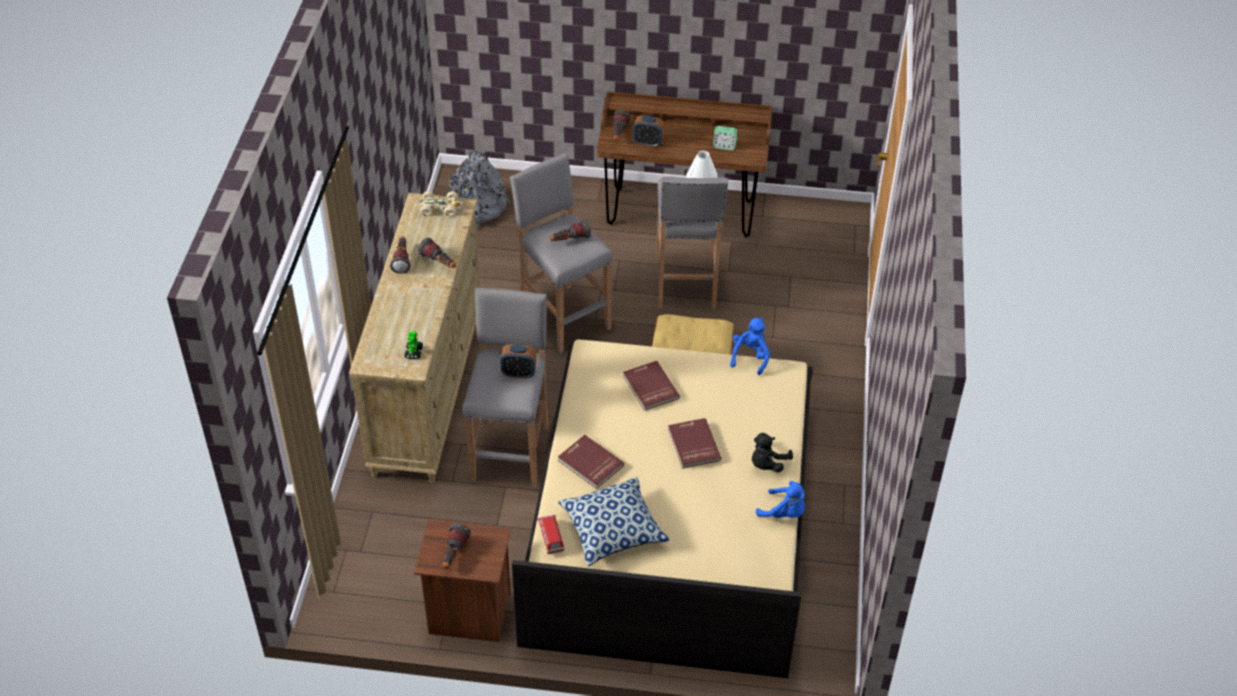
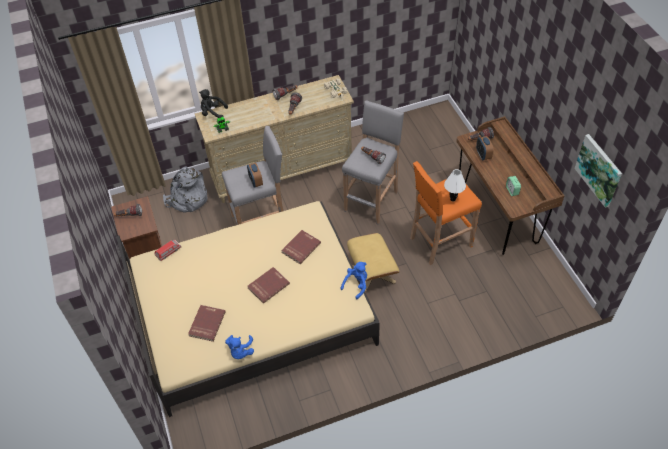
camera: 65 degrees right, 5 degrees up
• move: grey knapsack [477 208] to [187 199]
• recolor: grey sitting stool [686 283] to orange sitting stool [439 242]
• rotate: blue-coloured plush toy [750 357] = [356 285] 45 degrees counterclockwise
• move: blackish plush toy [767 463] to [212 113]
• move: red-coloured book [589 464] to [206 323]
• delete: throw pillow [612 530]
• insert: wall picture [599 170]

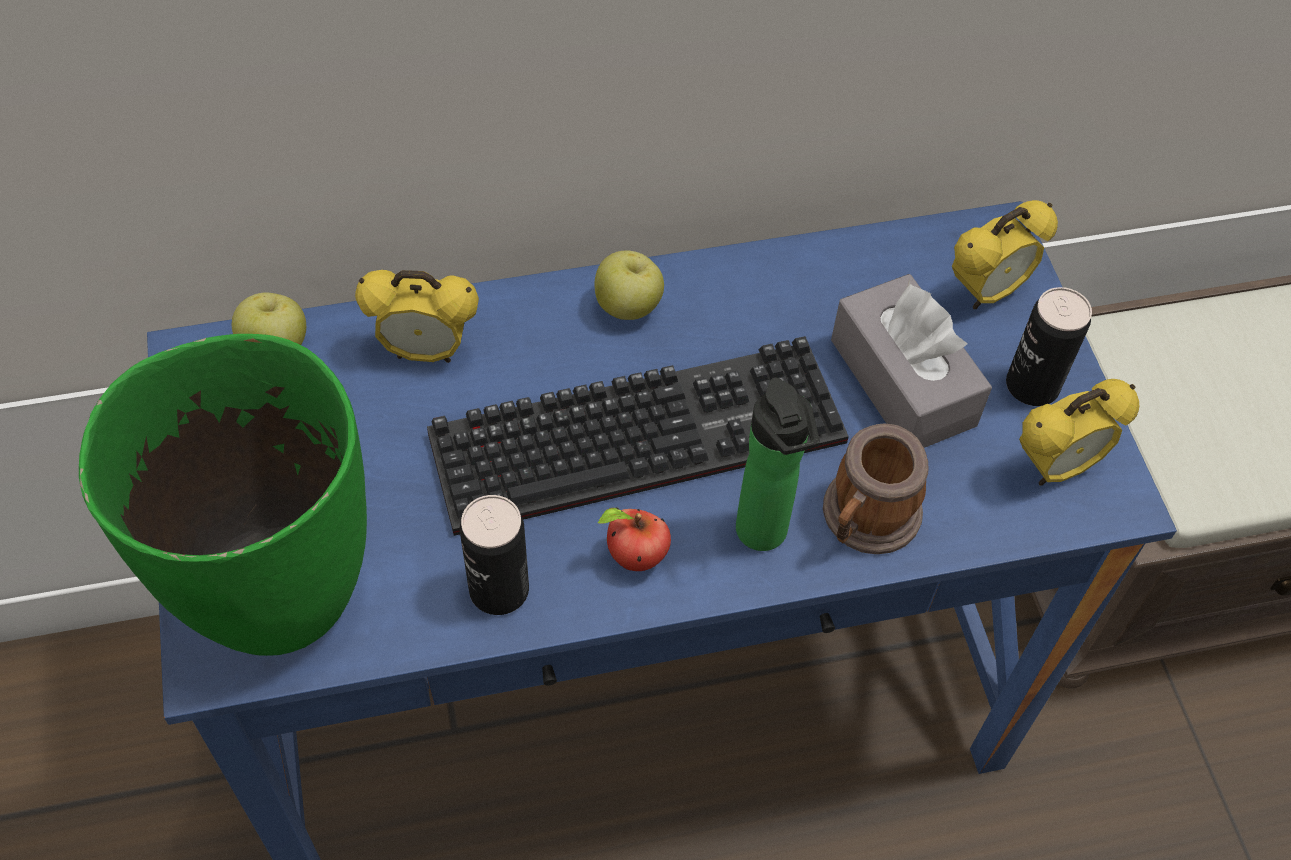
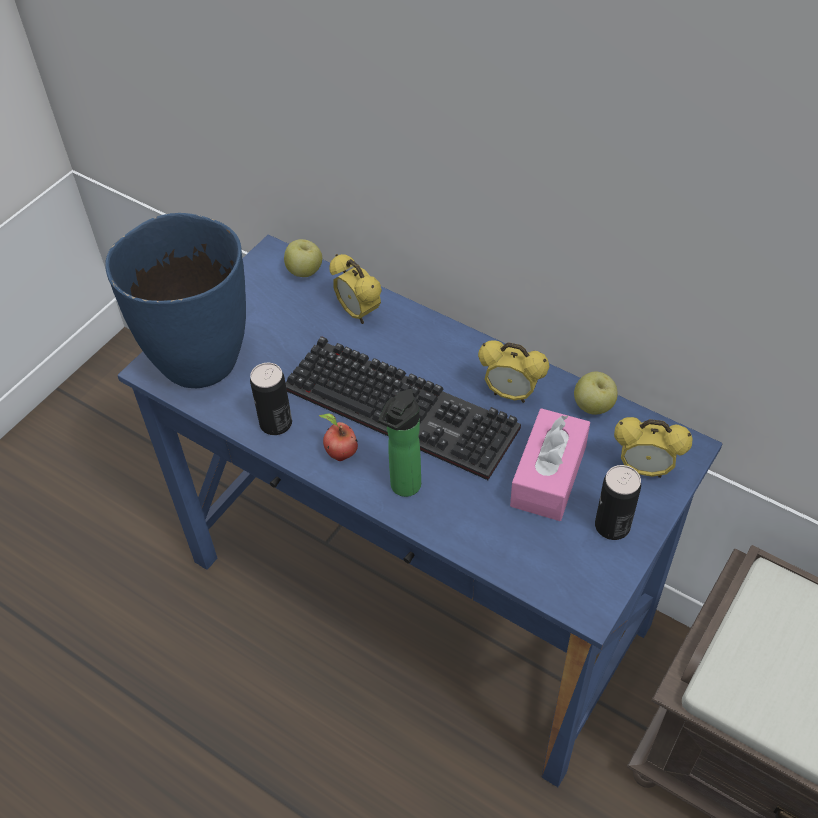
camera: 50 degrees right, 5 degrees down
• move: apple [628 307] to [593 406]
• recolor: grey tissue holder [902 382] to pink-coloured tissue holder [548 476]
• recolor: greenish flower vase [273 590] to blue-coloured flower vase [200 360]
• move: bedside clock [1056 468] to [510 394]
• delete: mug [865 520]

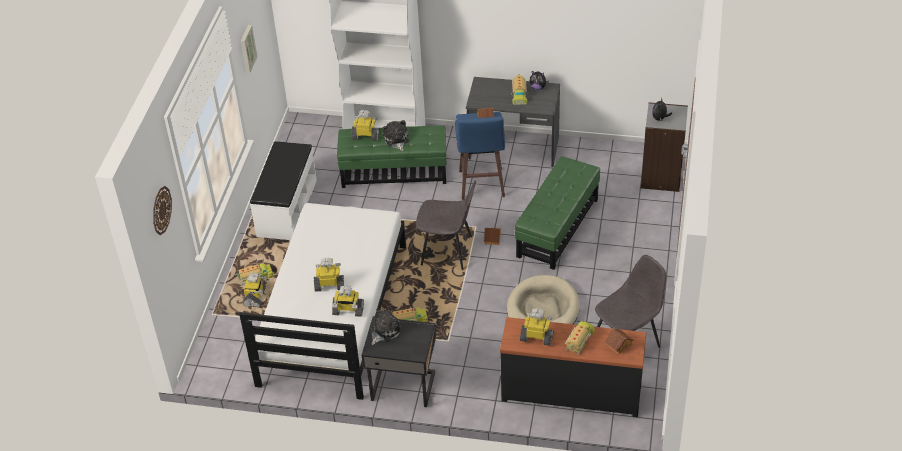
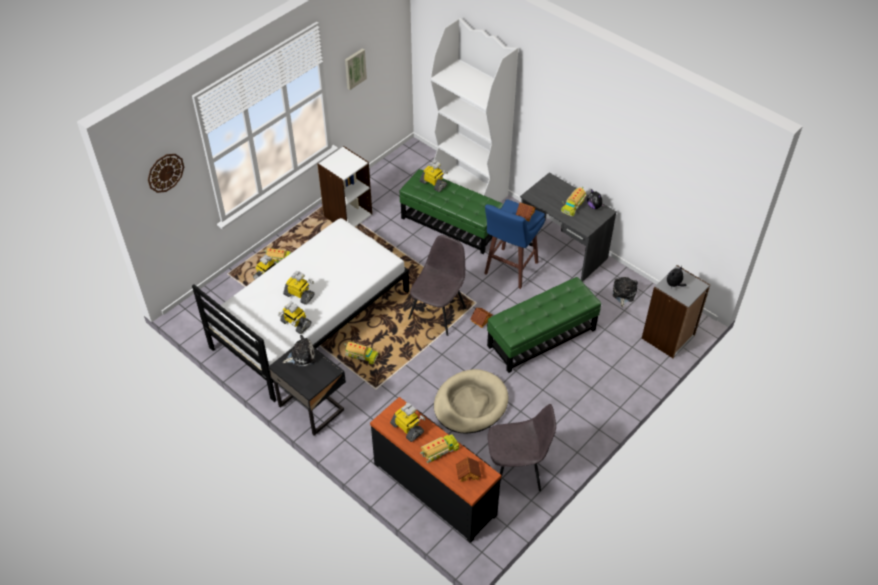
camera: 30 degrees right, 5 degrees up
• move: plush toy [396 140] to [623 294]
• replace: white-coloured indoor bench [286 208] to white-coloured bookshelf [347 215]
• rotate: grey plain chair [448 251] = [438 312] 105 degrees counterclockwise

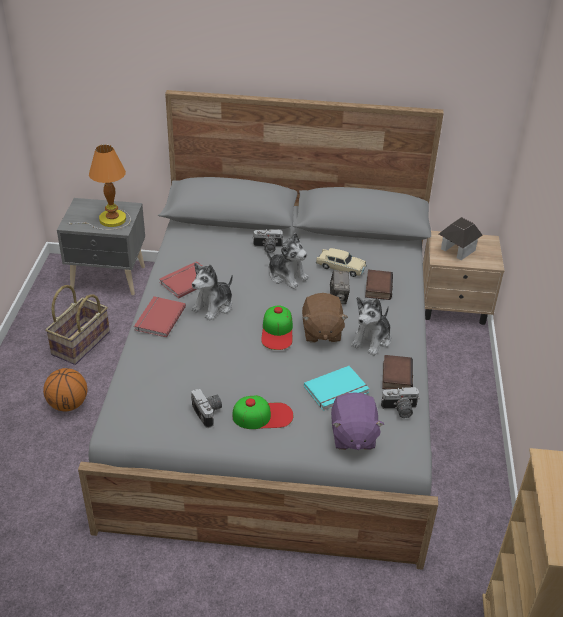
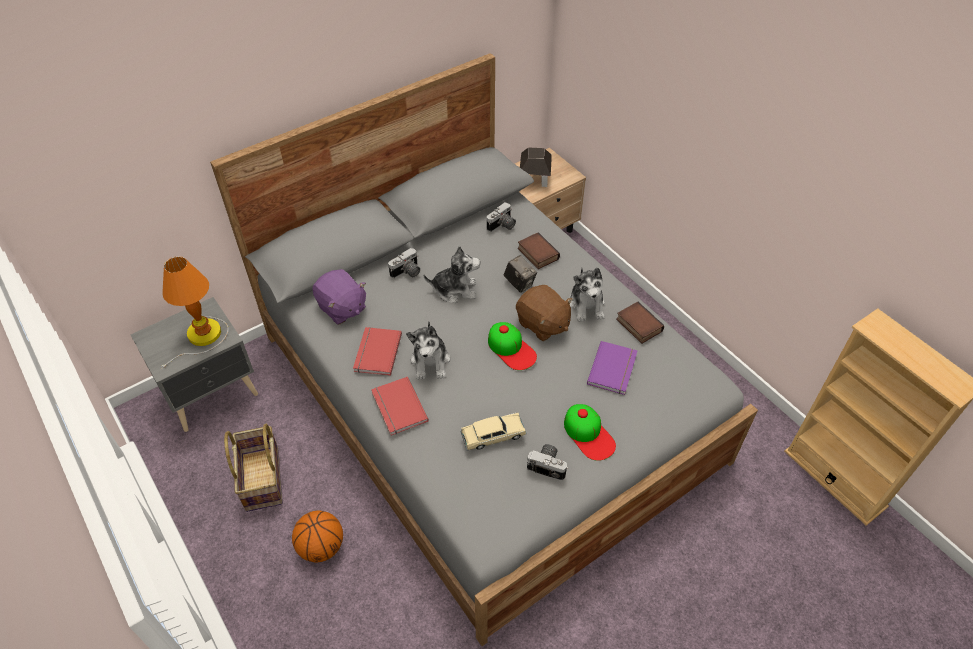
camera: 40 degrees left, 10 degrees up
• move: beige-coloured miniature car [340 268] to [493 436]
• recolor: blue-green book [337 390] to purplish book [614 369]
• move: photo camera [399 410] to [502 226]
• move: purplish plush toy [353 436] to [342 308]
• rotate: cap [263 415] = [589 434] 105 degrees clockwise

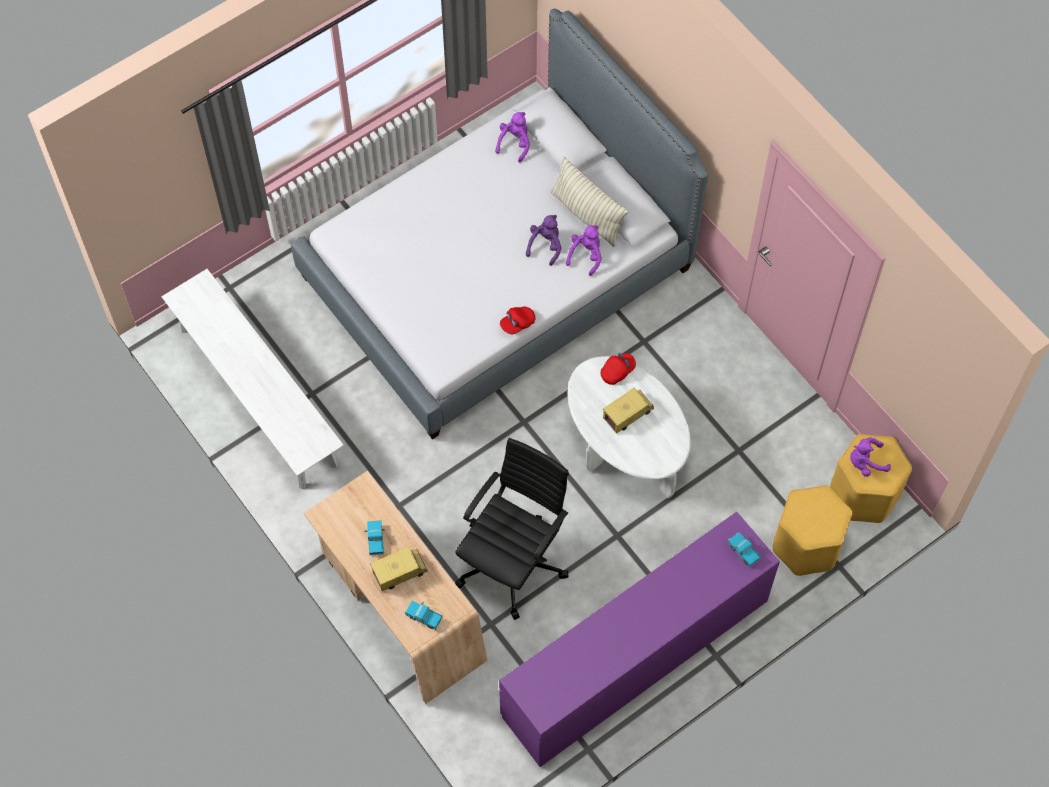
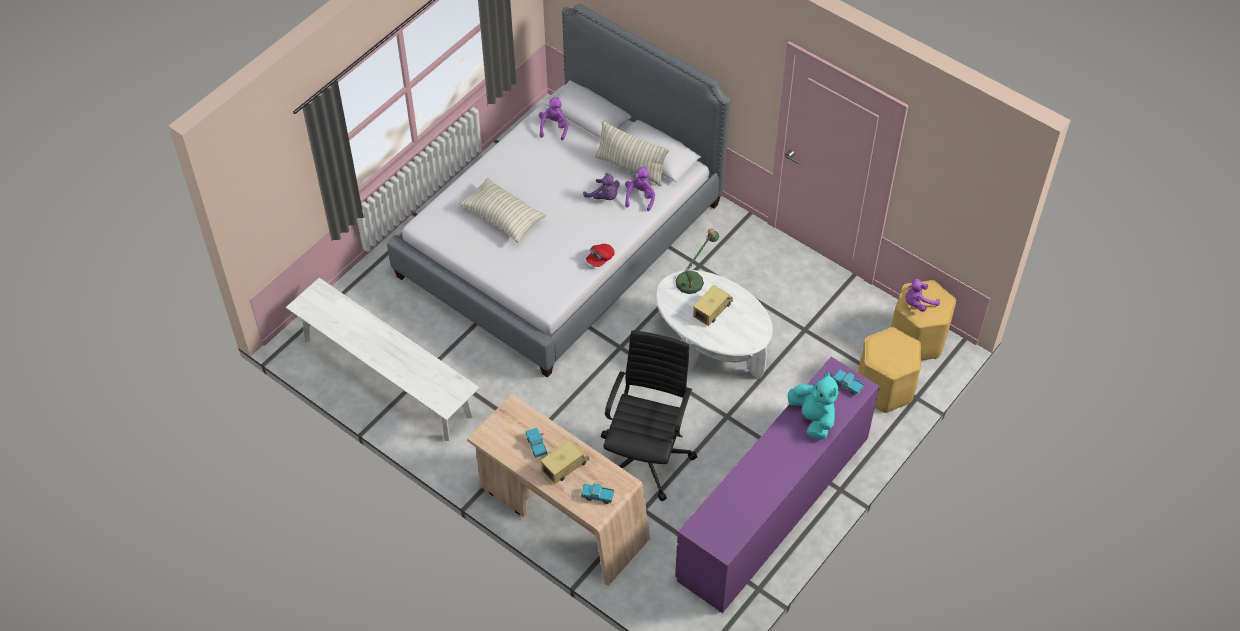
camera: 15 degrees left, 10 degrees down
• rotate: purplish plush toy [545 245] = [604 197] 120 degrees clockwise
• replace: red-coloured cap [617 371] to lamp for a table [693 280]
• insert: throw pillow [502 217]
• insert: blue-green plush toy [813 418]

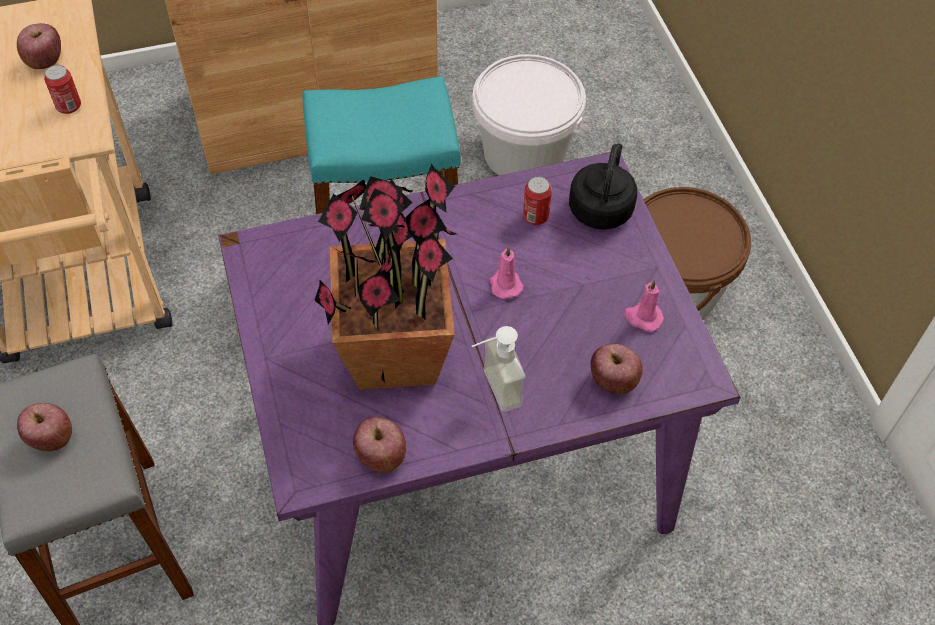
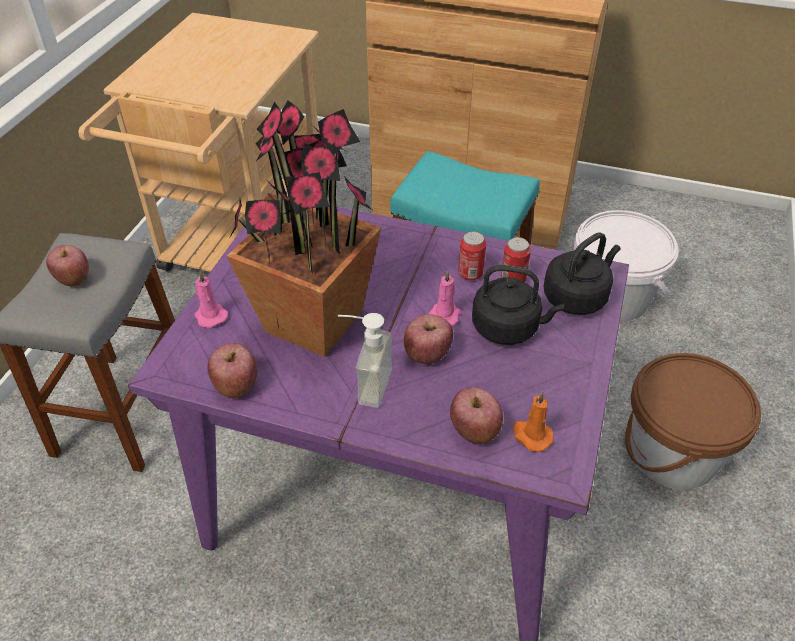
camera: 35 degrees right, 10 degrees down
• move: apple [45 61] to [427 354]
• move: metal can [69 106] to [470 273]
• move: pink-coloured candle [642 317] to [210 315]
• insert: blackish water kettle [509 328]
• insert: orange candle [531 435]

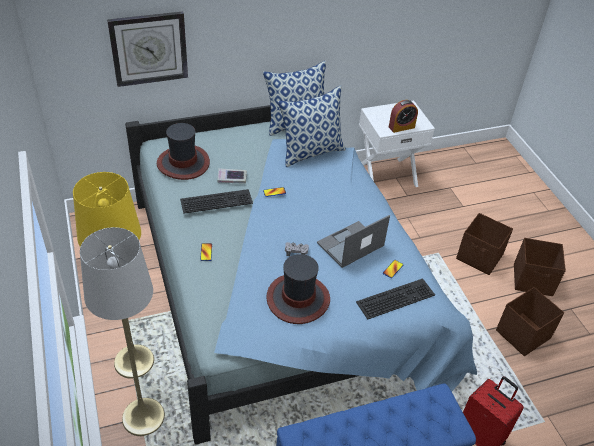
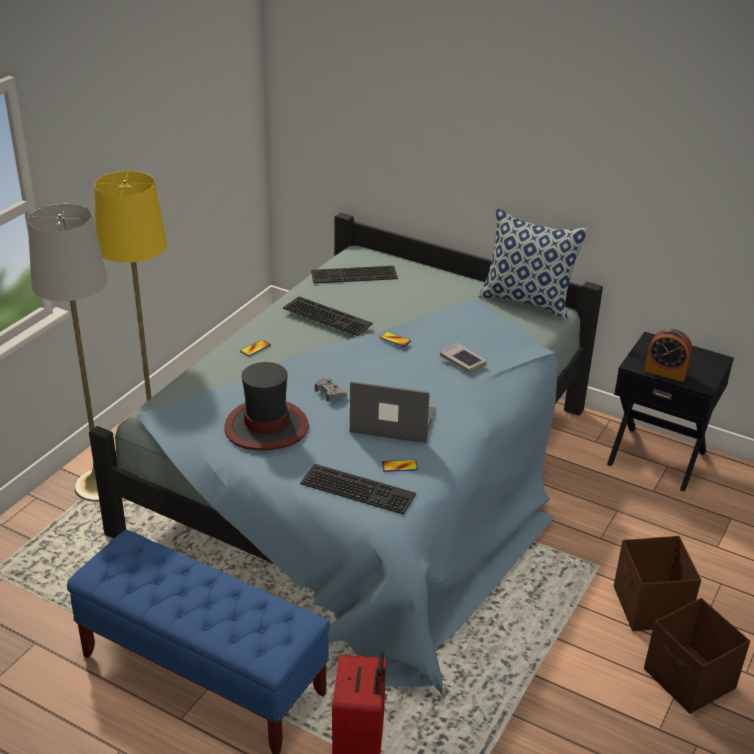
camera: 50 degrees right, 10 degrees down
• delete: wall clock [149 48]
• delete: throw pillow [311 152]
• recolor: white-coloured bedside table [386 175] to blackish bedside table [657 457]
• replace: clothing hat [183 163] to keyboard [353 275]
• move: book [232 178] to [462 361]
• delete: brown storage bin [522 334]

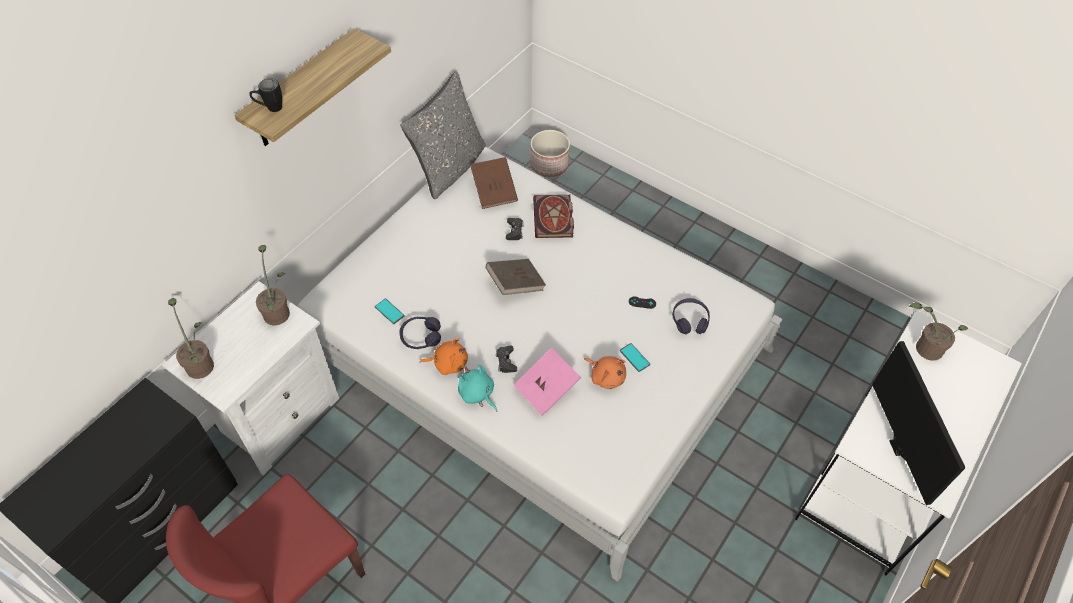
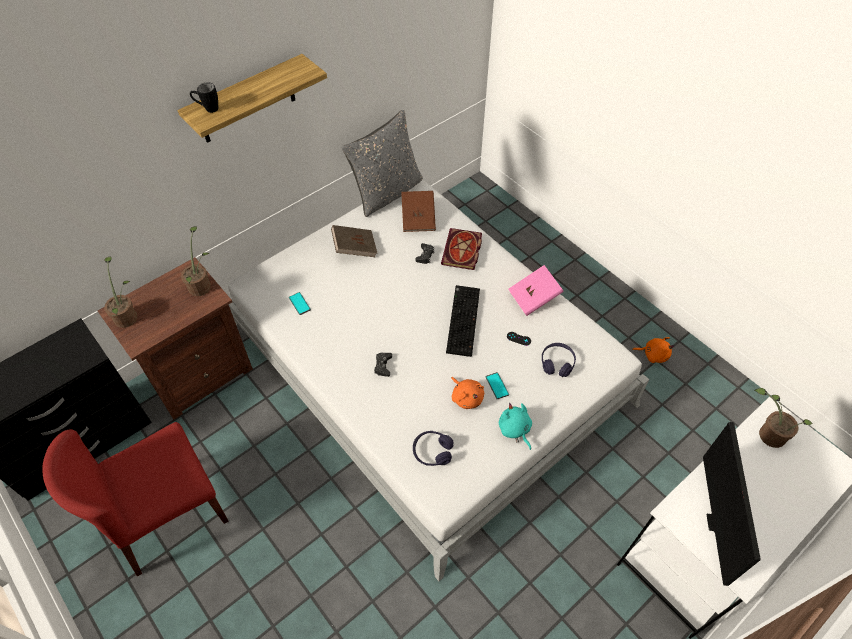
camera: 15 degrees right, 0 degrees up
• delete: planter [549 164]
• move: brown book [515 284] to [355 248]
• recolor: white-coloured bedside table [277 416] to brown bedside table [199 373]
• move: purplish headphones [421 337] to [432 451]
• move: orange plush toy [448 363] to [653 354]
• move: pink-coloured book [547 389] to [534 298]
• move: blue-green plush toy [477 394] to [515 430]
• insert: keyboard [462 320]

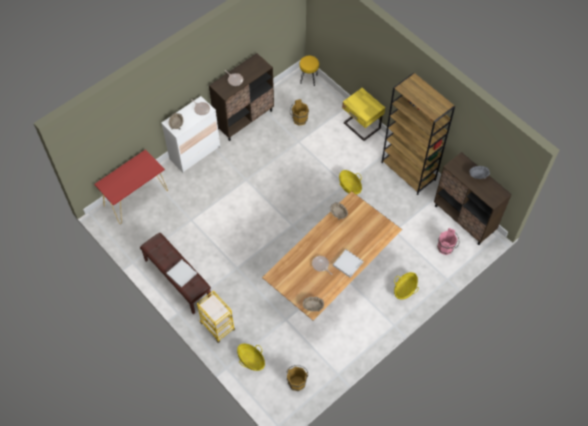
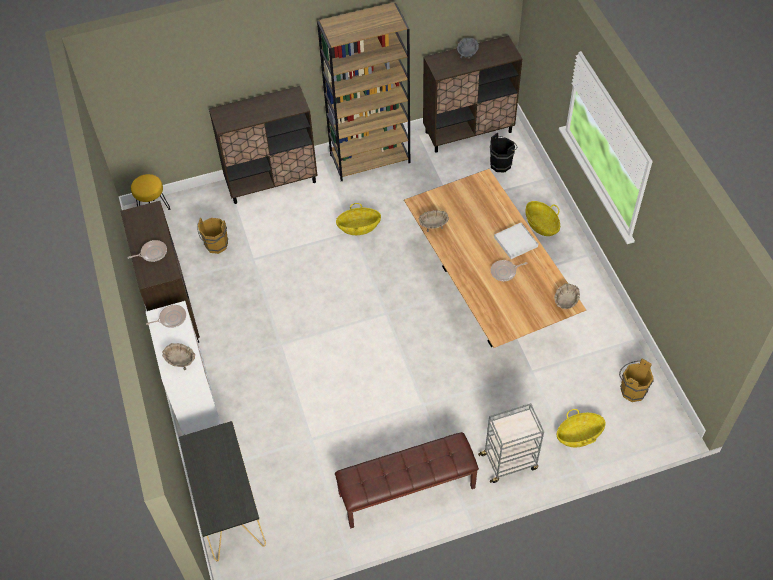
camera: 65 degrees left, 5 degrees down
• replace: yellow bedside table [361 127] to brown cupboard [272 182]
• recolor: red-coloured narrow table [136 198] to blackish narrow table [228 506]
• recolor: pink-coloured water bucket [446 248] to blackish water bucket [502 163]
• delete: white-coloured carrying tray [181 273]
• recolor: yellow trolley [217 327] to grey trolley [509 461]

